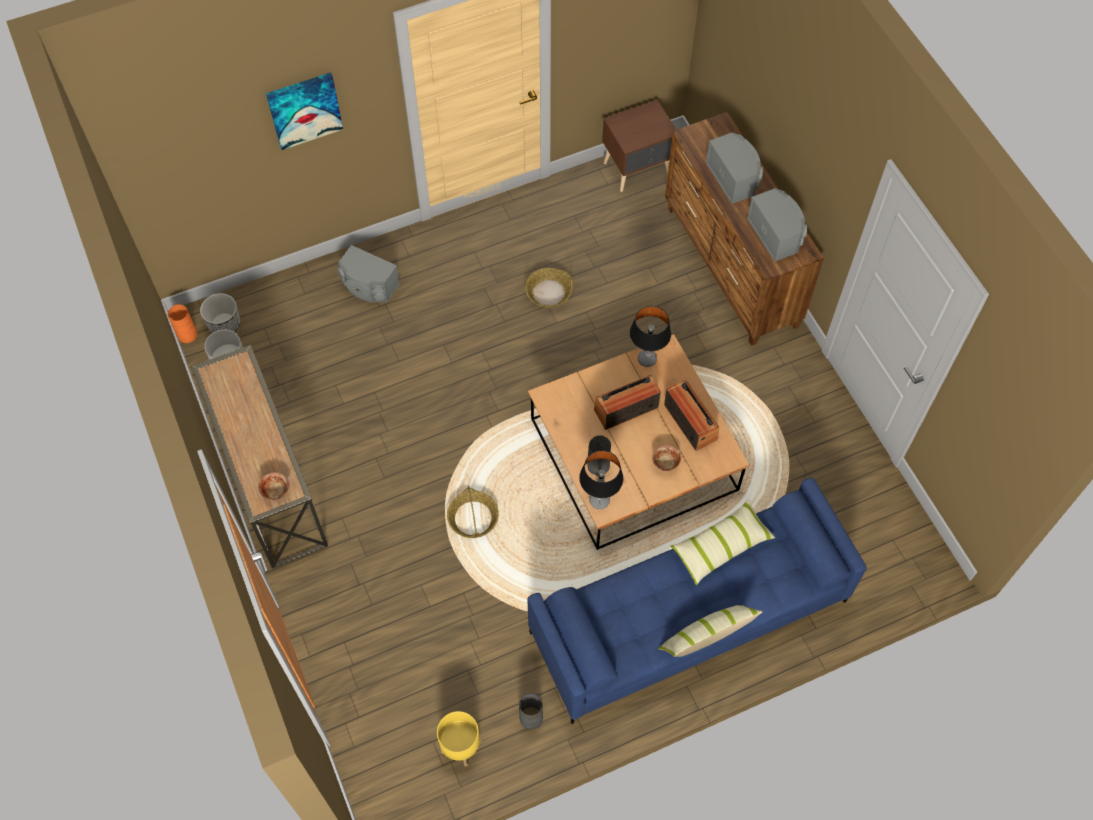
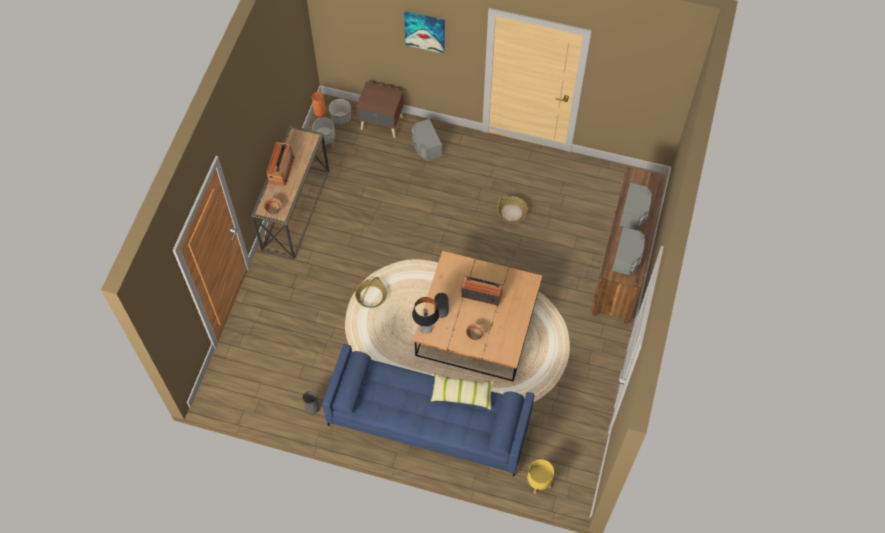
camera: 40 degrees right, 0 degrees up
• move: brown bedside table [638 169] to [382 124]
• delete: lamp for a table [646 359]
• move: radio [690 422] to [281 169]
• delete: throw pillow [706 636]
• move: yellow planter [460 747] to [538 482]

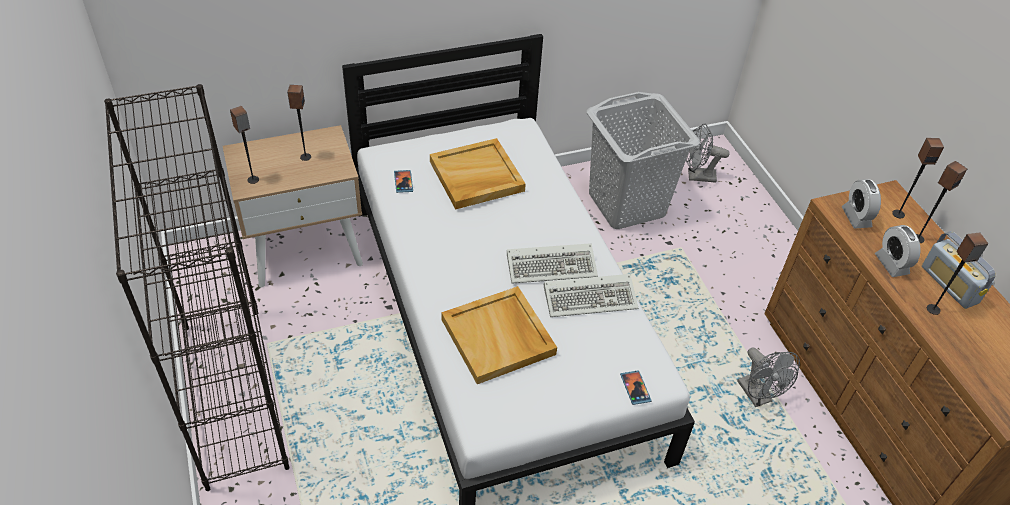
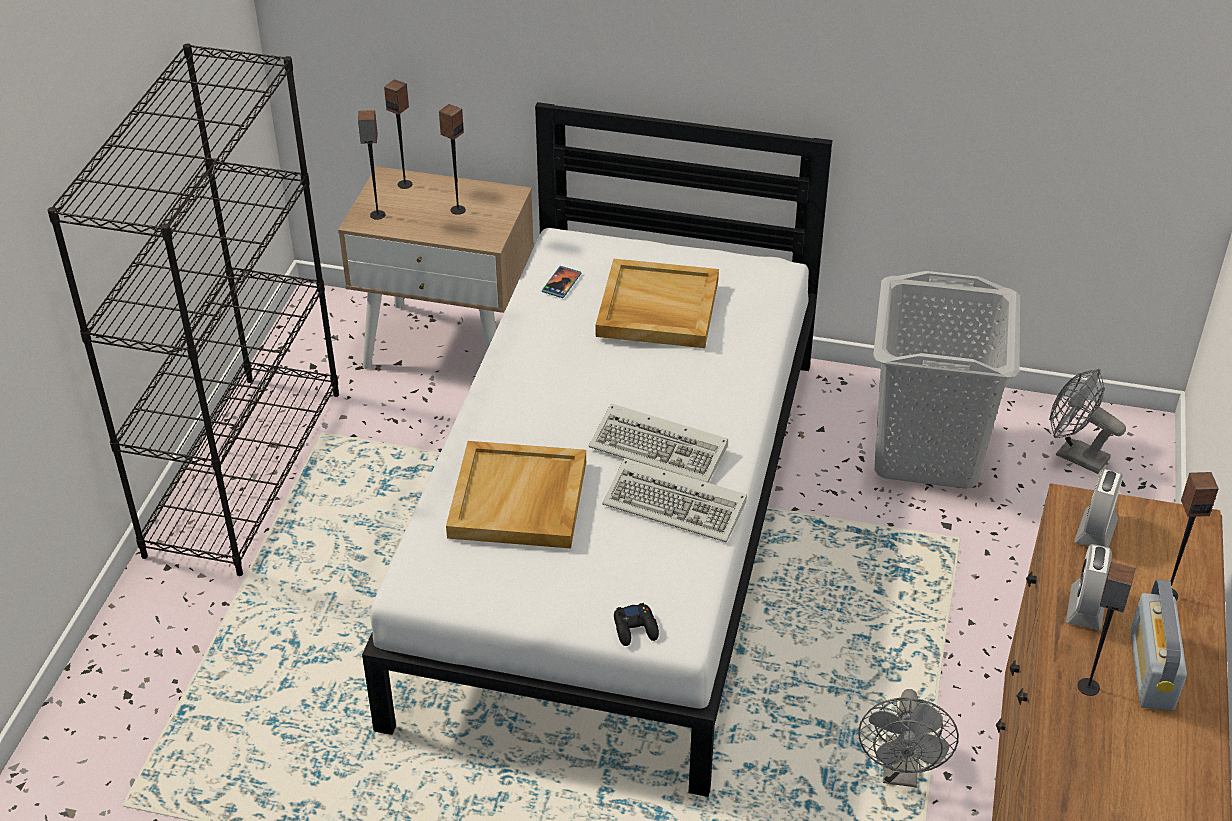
camera: 35 degrees right, 5 degrees down
• move: speaker [898 214] to [405 184]
• replace: handset [635 388] to blackish game controller [636 628]

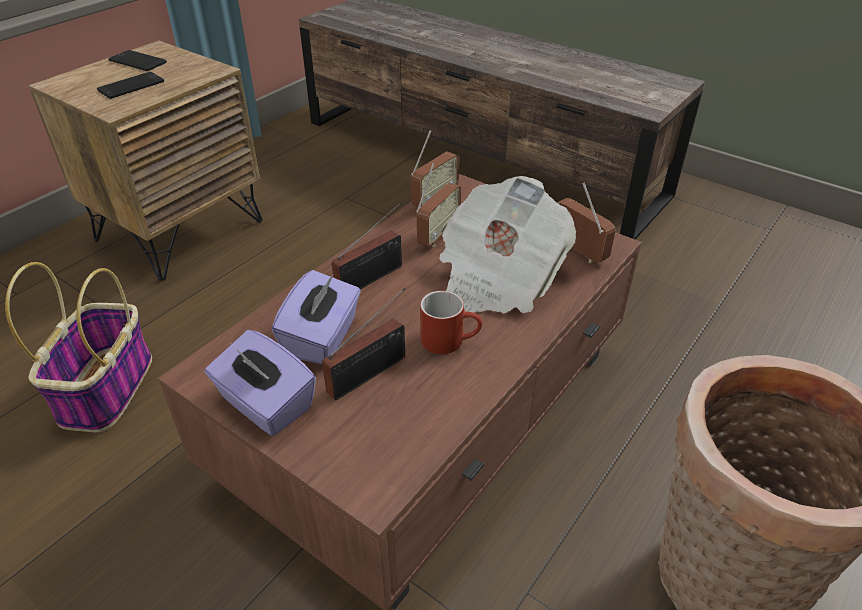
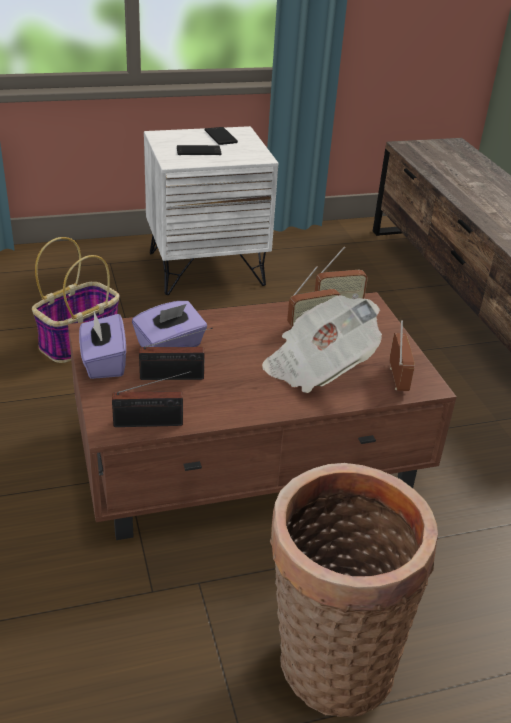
camera: 35 degrees right, 5 degrees down
• recolor: brown bedside table [179 230] to white-coloured bedside table [206 268]
• move: radio [373 277] to [152 423]
• delete: red-coloured mug [450 340]

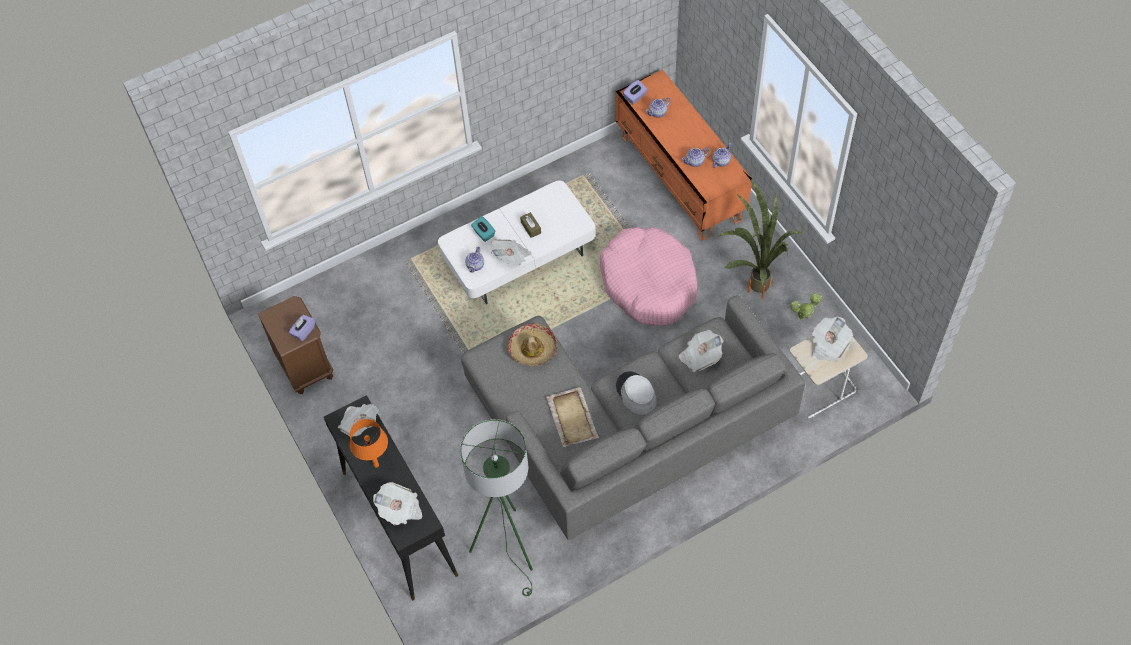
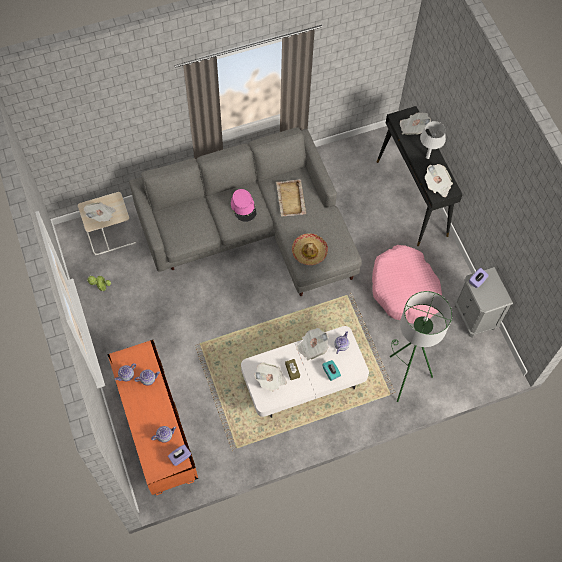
camera: 175 degrees left, 5 degrees up
• delete: houseplant [753 285]
• move: pink-coloured pet bed [649 283] to [405 290]
• recolor: brown bedside table [305 367] to grey bedside table [475 317]
• move: newspaper [700 356] to [270 380]
• recolor: grey clothing hat [635 393] to pink-coloured clothing hat [243 207]
• recolor: orange lamp for a table [376 465] to grey lamp for a table [427 157]
• move: greenish standard lamp [510 547] to [403 375]

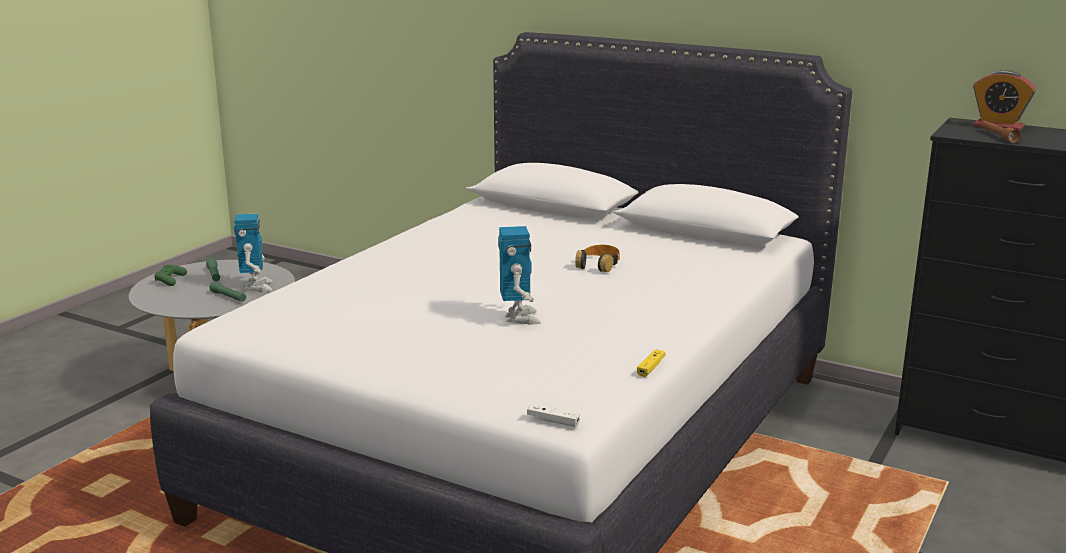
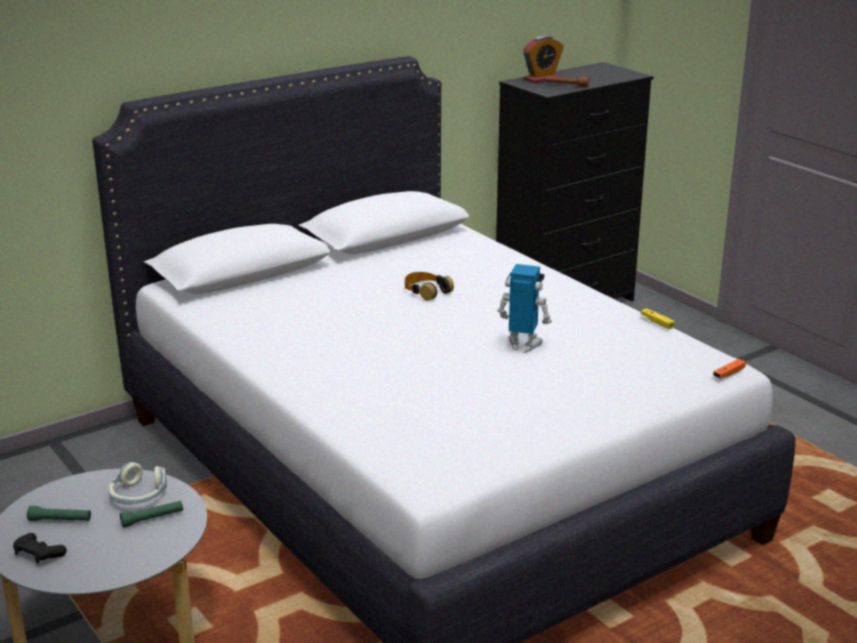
camera: 65 degrees left, 5 degrees up
• replace: toy robot [256 287] to headphones [138 496]
• recolor: greenish game controller [170 280] to blackish game controller [38 554]
• recolor: white-coloured game controller [553 421] to orange game controller [729 373]

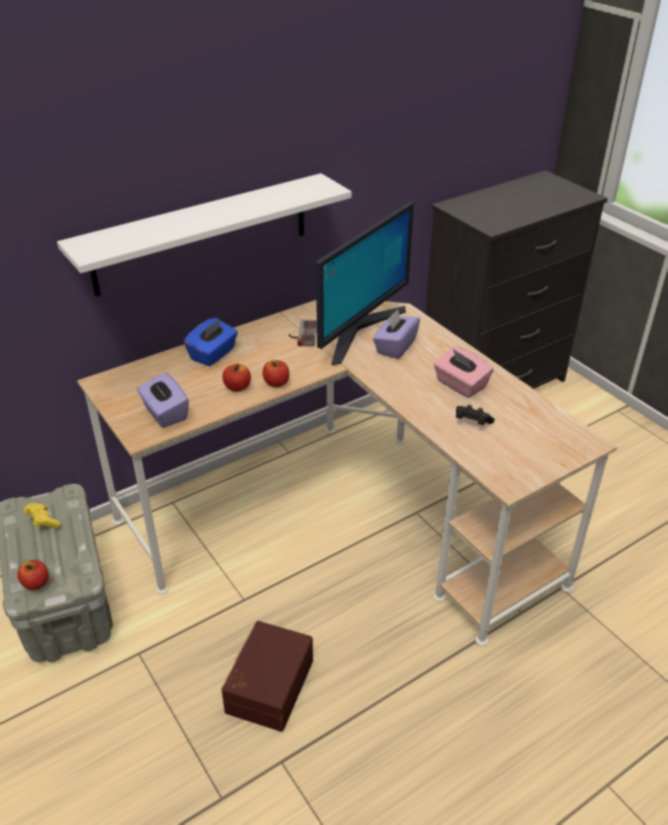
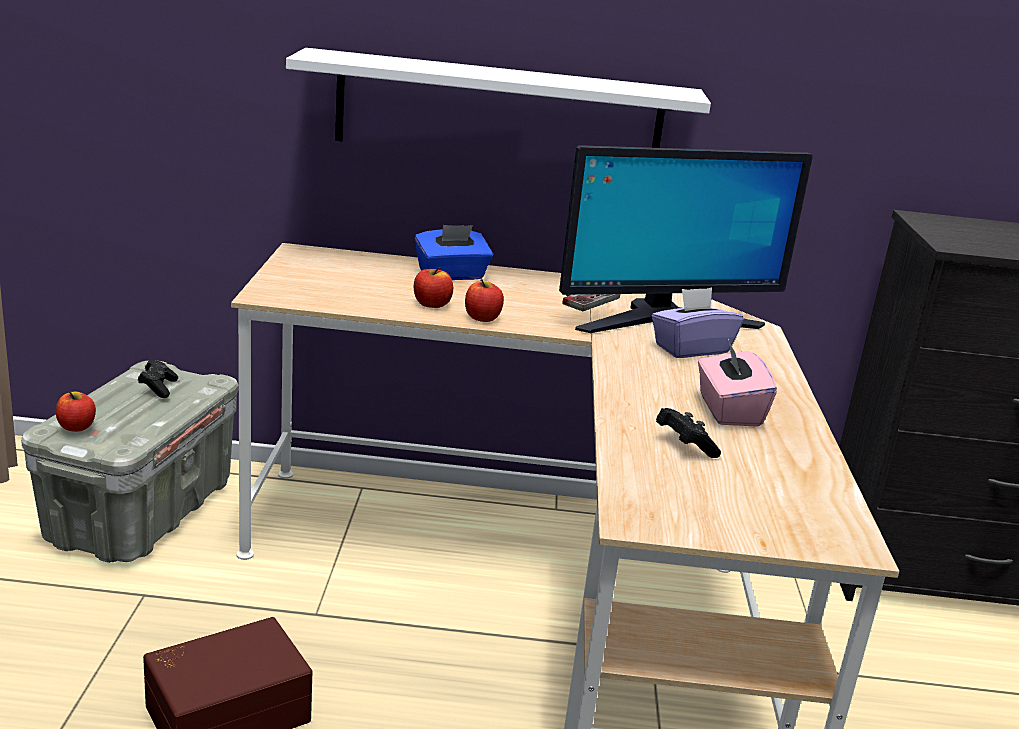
camera: 35 degrees right, 15 degrees down
• delete: purplish tissue holder [165 413]
• recolor: yellow game controller [42 521] to blackish game controller [158 388]

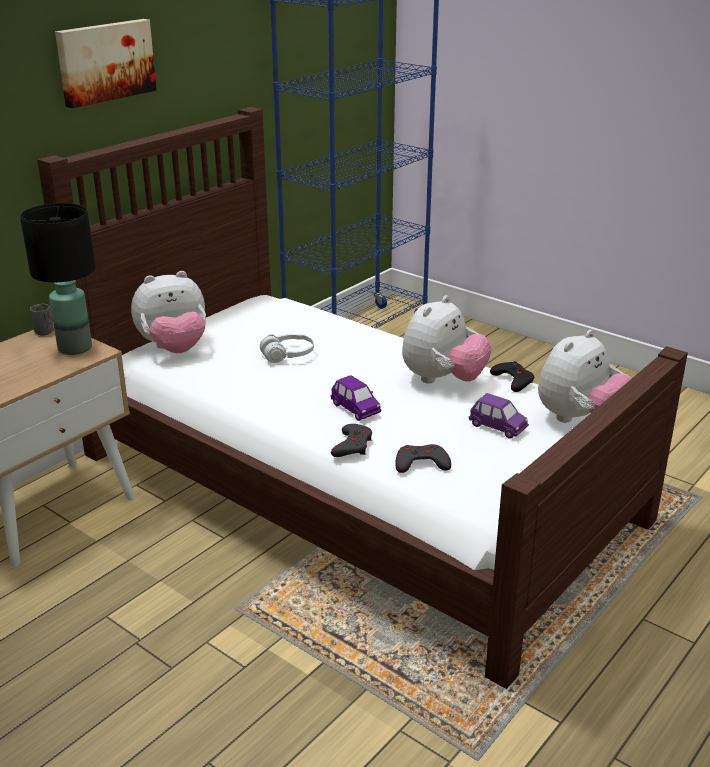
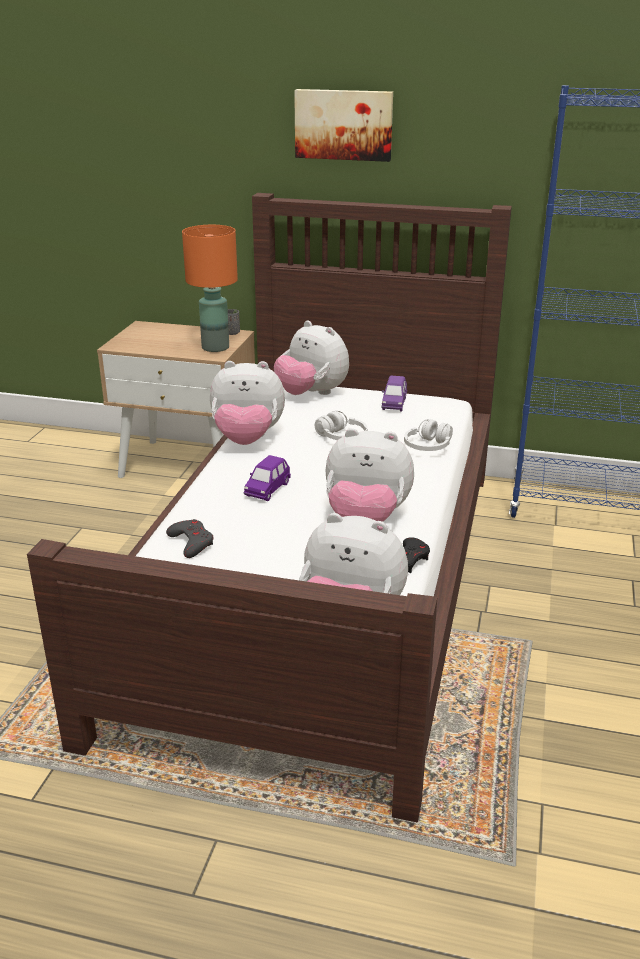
camera: 65 degrees right, 0 degrees up
• recolor: blackish lamp for a table [74 348] to orange lamp for a table [215 347]
• move: purplish miniature car [497 427] to [394 404]
• delete: grey game controller [352 445]
• insert: plush toy [247 439]
• insert: white-coloured headphones [428 447]

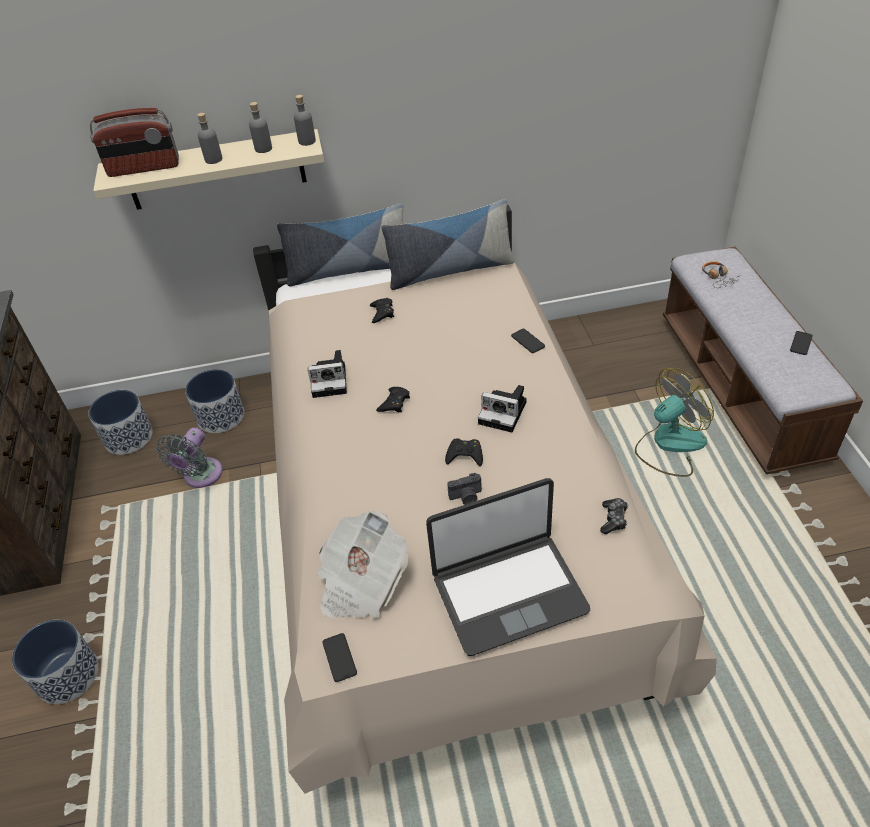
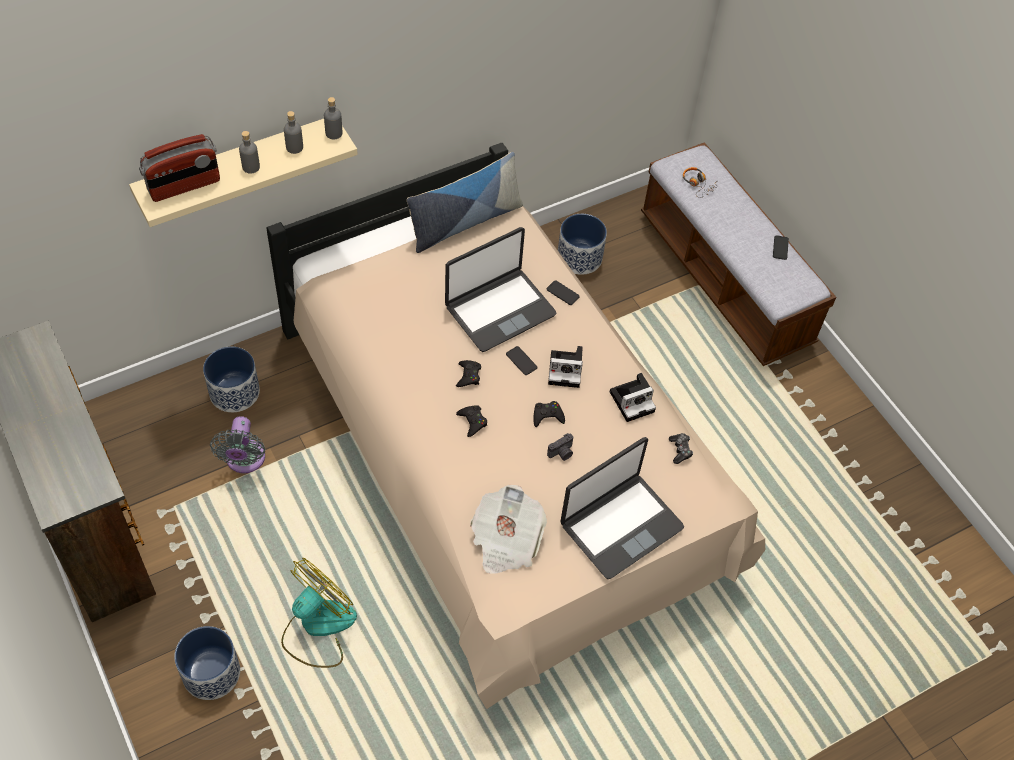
camera: 25 degrees left, 10 degrees up
• delete: throw pillow [349 270]
• move: blackish game controller [382 313] to [472 422]
• move: photo camera [331 380] to [633 400]
• move: cooling fan [669 445] to [318 627]
• move: planter [129 437] to [580 257]
• move: handset [339 657] to [521 361]
• insert: laptop [499 310]

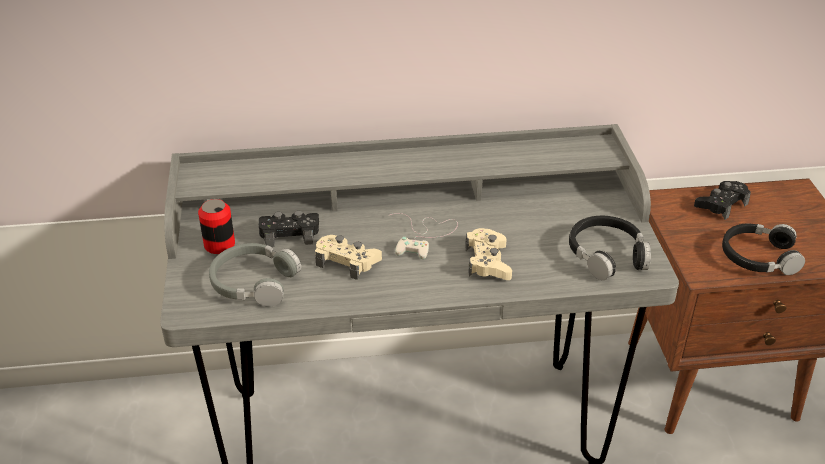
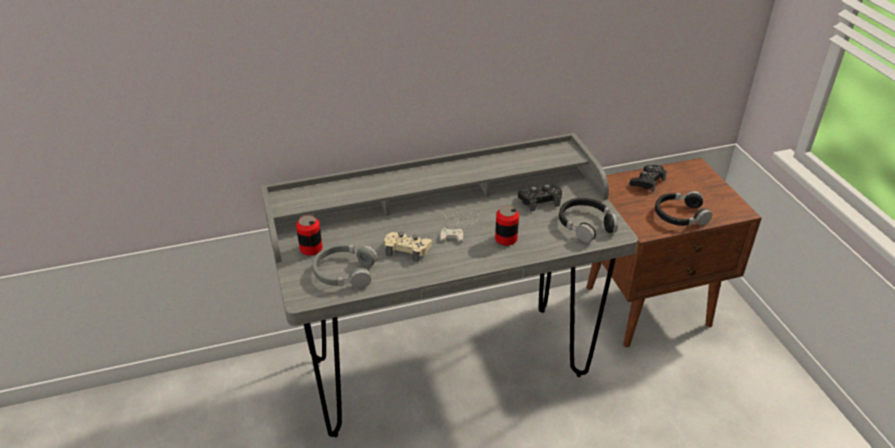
camera: 10 degrees left, 0 degrees up
• move: blackish game controller [289 233] to [540 201]
• replace: beige-coloured game controller [487 262] to metal can [506 239]

